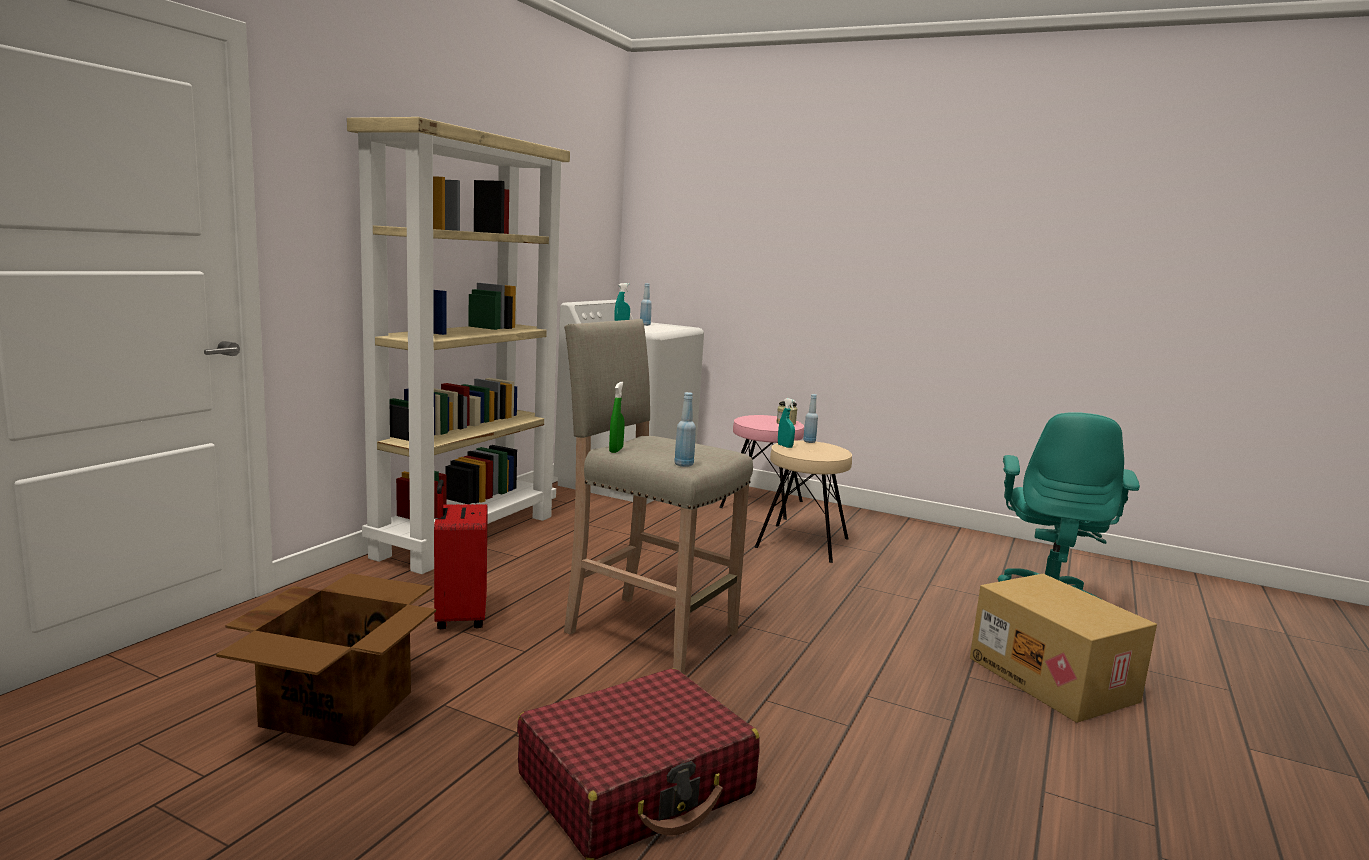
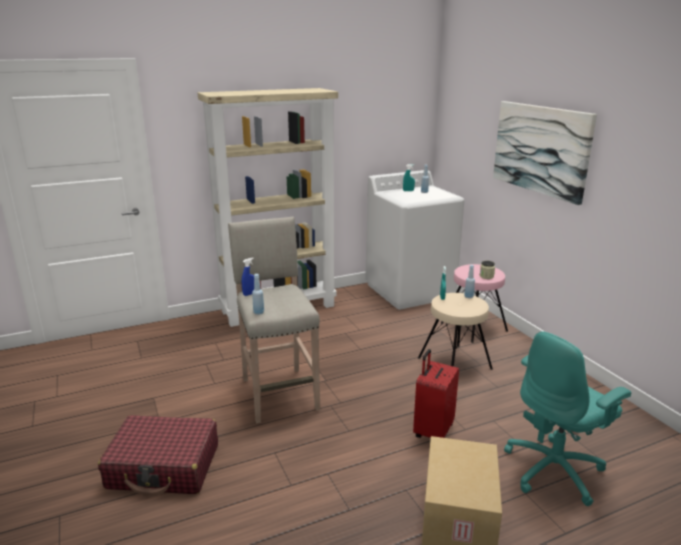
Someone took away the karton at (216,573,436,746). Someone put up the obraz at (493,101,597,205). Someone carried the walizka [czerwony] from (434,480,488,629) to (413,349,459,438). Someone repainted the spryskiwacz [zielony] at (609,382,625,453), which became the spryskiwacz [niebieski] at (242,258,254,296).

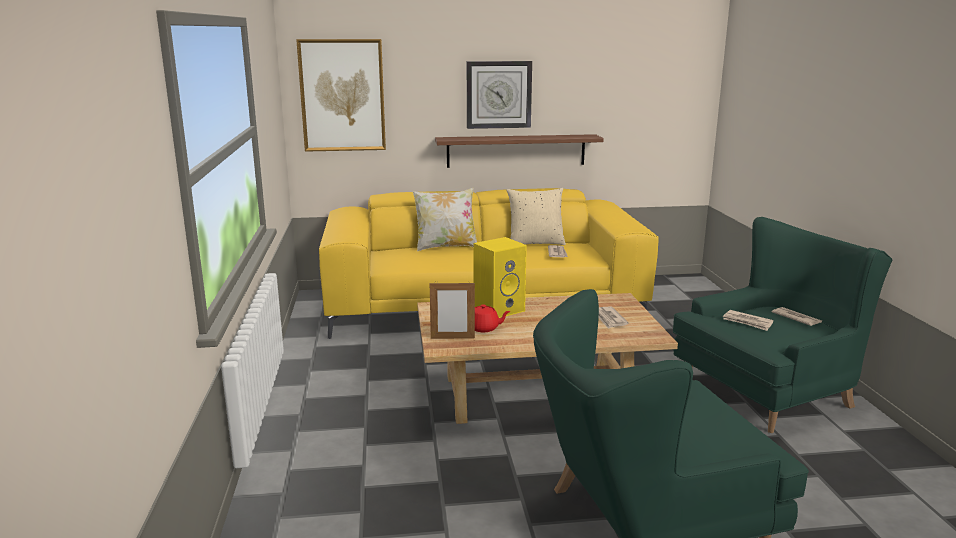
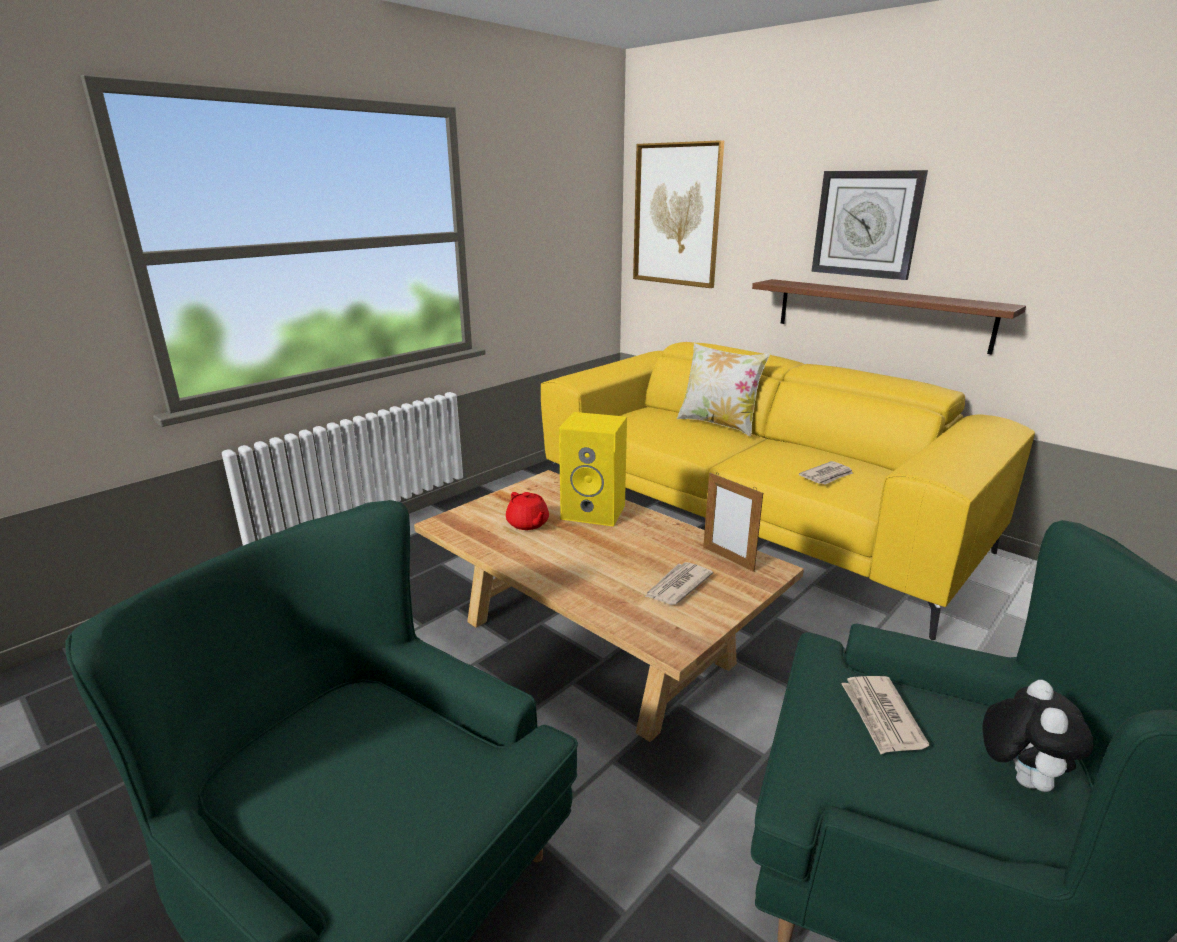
Someone took away the poduszka [beżowy] at (507,188,566,245). Someone carried the ramka na zdjęcie from (430,281,475,339) to (703,472,763,572). Someone swapped the gazeta at (772,307,822,326) for the pluszak at (982,680,1094,792).

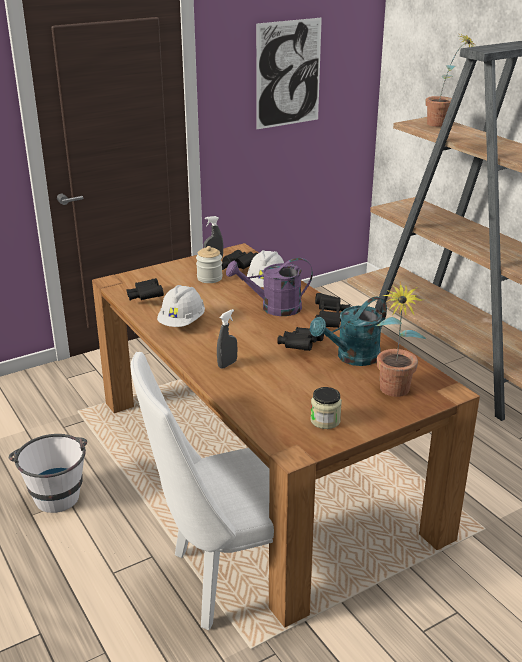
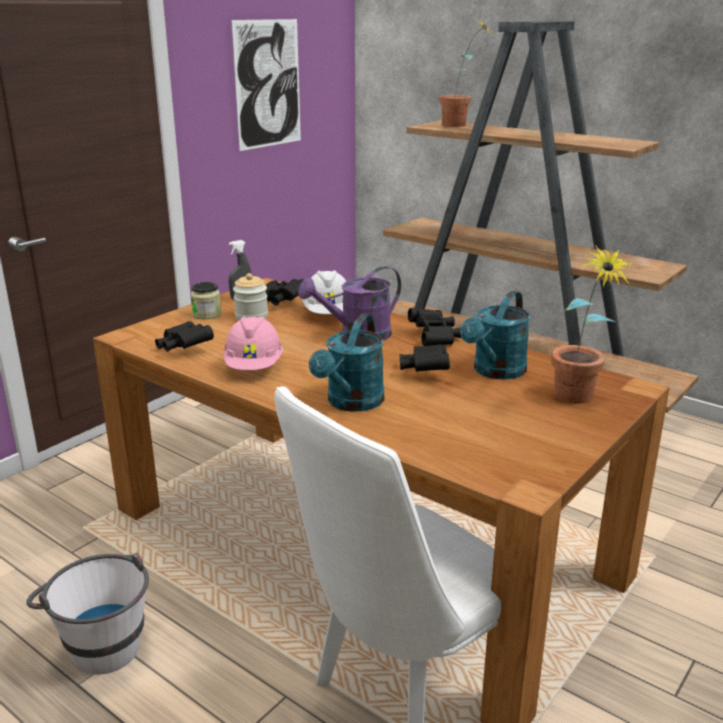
Someone carried the słoik from (311,387,342,429) to (191,282,221,319). Someone swapped the spryskiwacz [szary] at (217,309,237,369) for the konewka [turkusowy] at (309,314,384,411). Someone repainted the kask [biały] at (157,285,205,327), which became the kask [różowy] at (223,316,283,370).

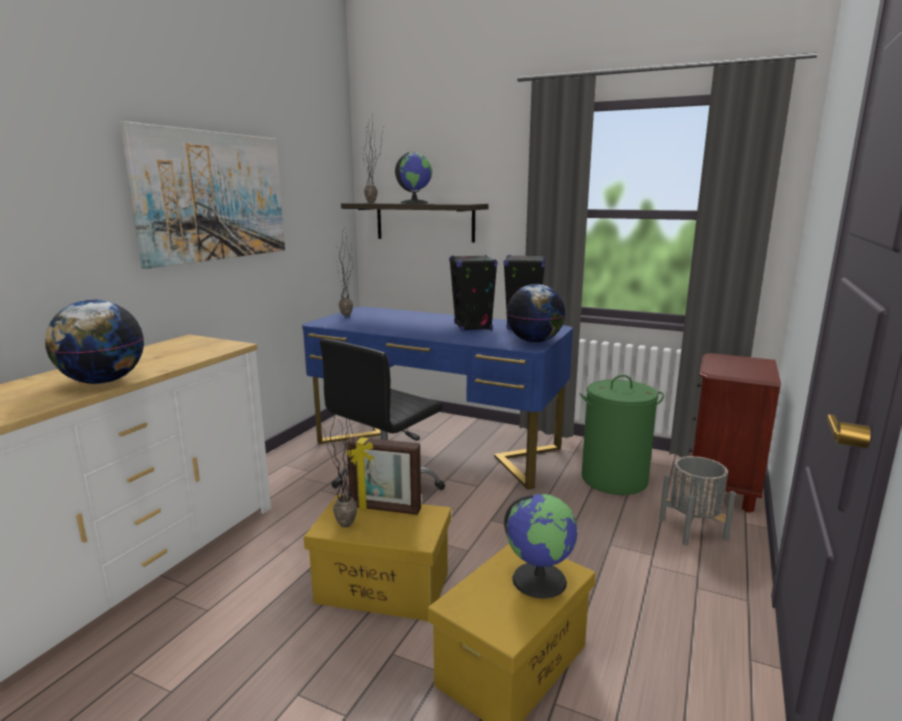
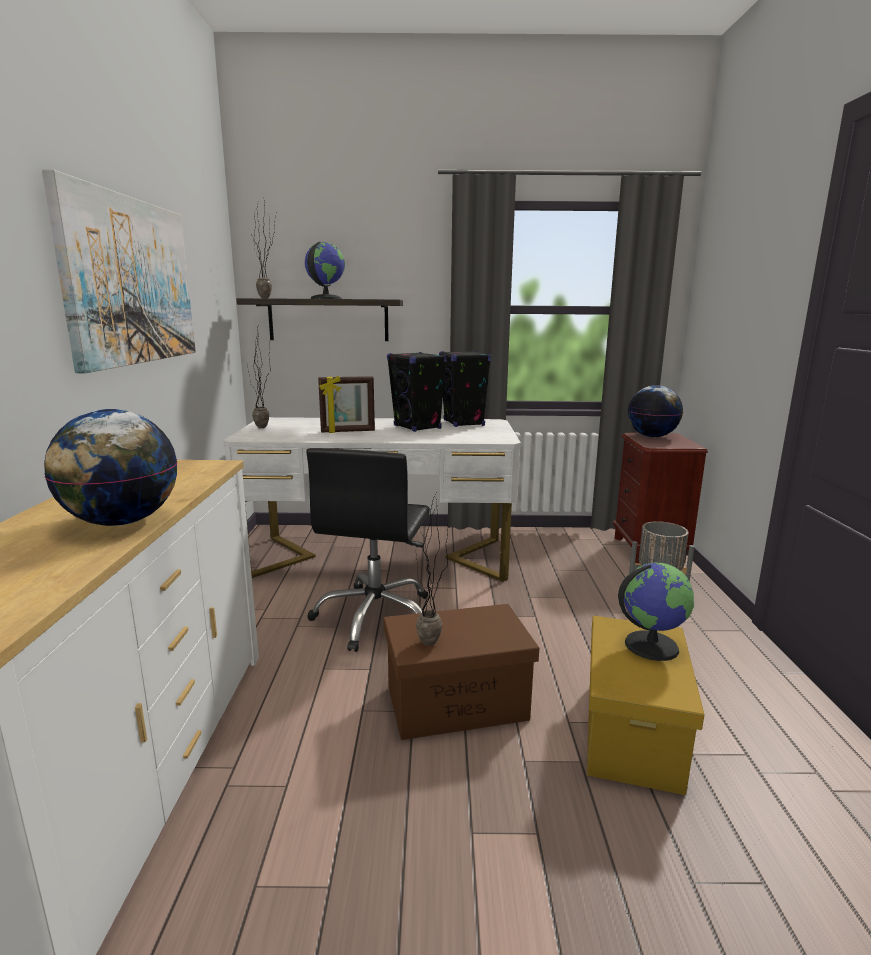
Someone took away the kosz na pranie [zielony] at (579,375,664,495). Someone carried the ramka na zdjęcie from (346,437,421,515) to (318,376,375,433). Someone carried the globus from (506,284,566,343) to (628,385,683,437). Someone repainted the biurko [niebieski] at (302,306,573,490), which became the biurko [biały] at (223,417,521,582). Someone repainted the pojemnik do przechowywania [żółty] at (304,495,451,621), which became the pojemnik do przechowywania [brązowy] at (384,604,539,740).

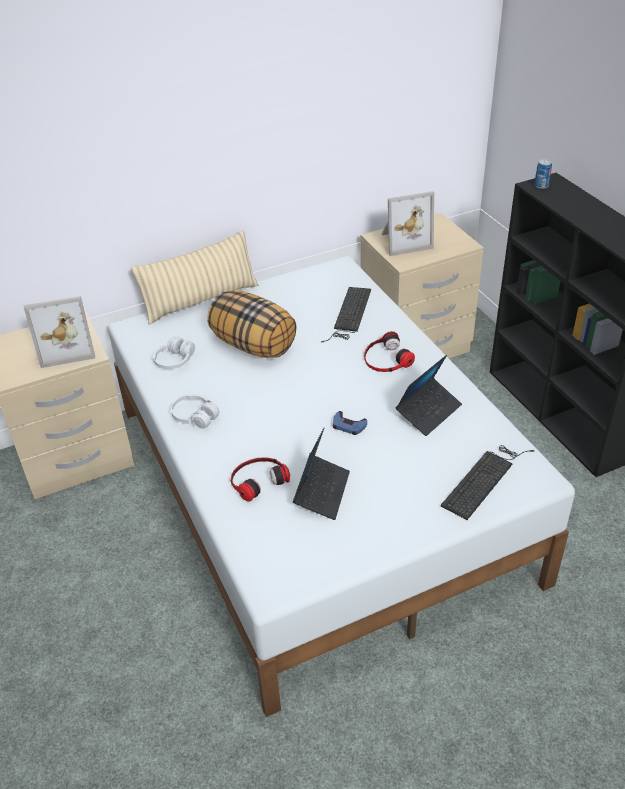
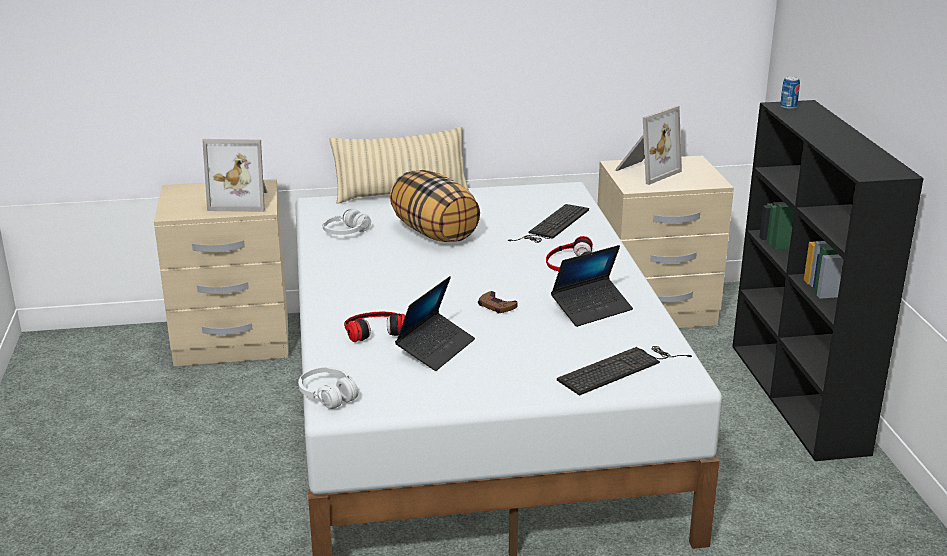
Someone carried the słuchawki [biały] from (171,394,219,429) to (298,367,358,409). Someone repainted the pad do gier [niebieski] at (332,411,367,435), which became the pad do gier [brązowy] at (478,291,518,313). Someone rotated the ramka na zdjęcie at (382,191,434,256) by 45 degrees counterclockwise.

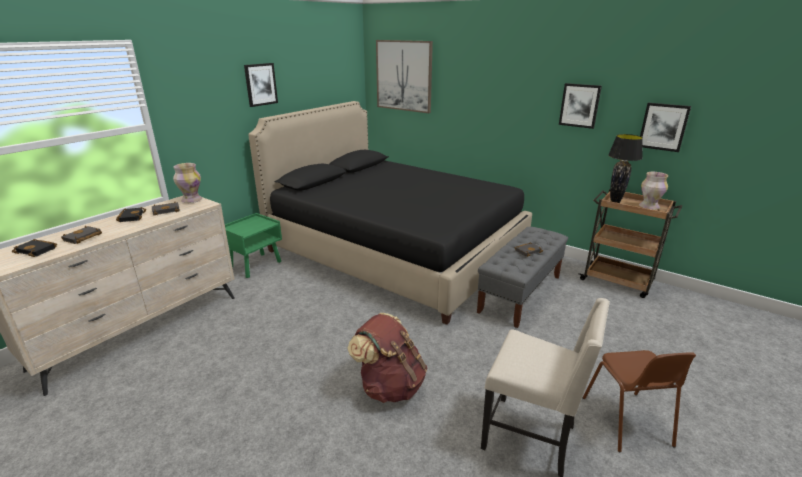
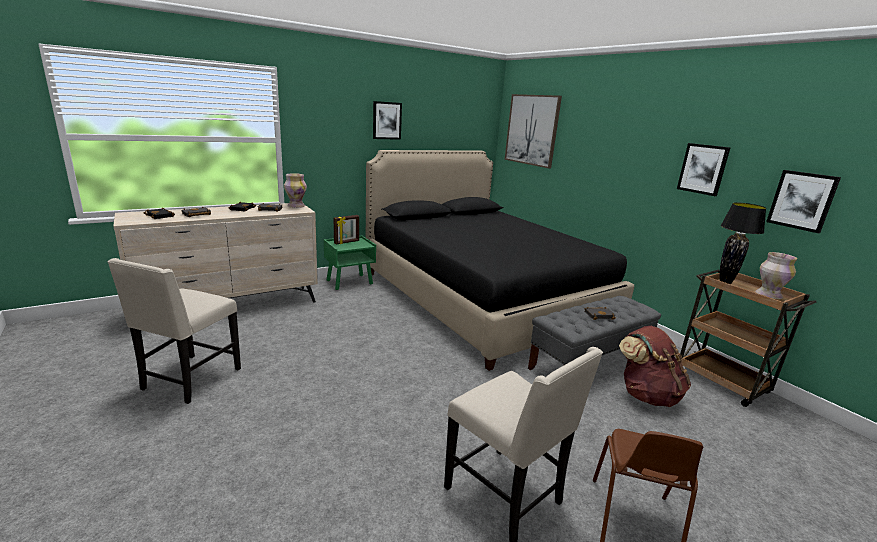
Someone put down the krzesło [beżowy] at (107,258,241,404). Someone put down the ramka na zdjęcie at (334,215,359,244). Someone carried the plecak [brązowy] from (347,313,427,403) to (619,326,691,407).

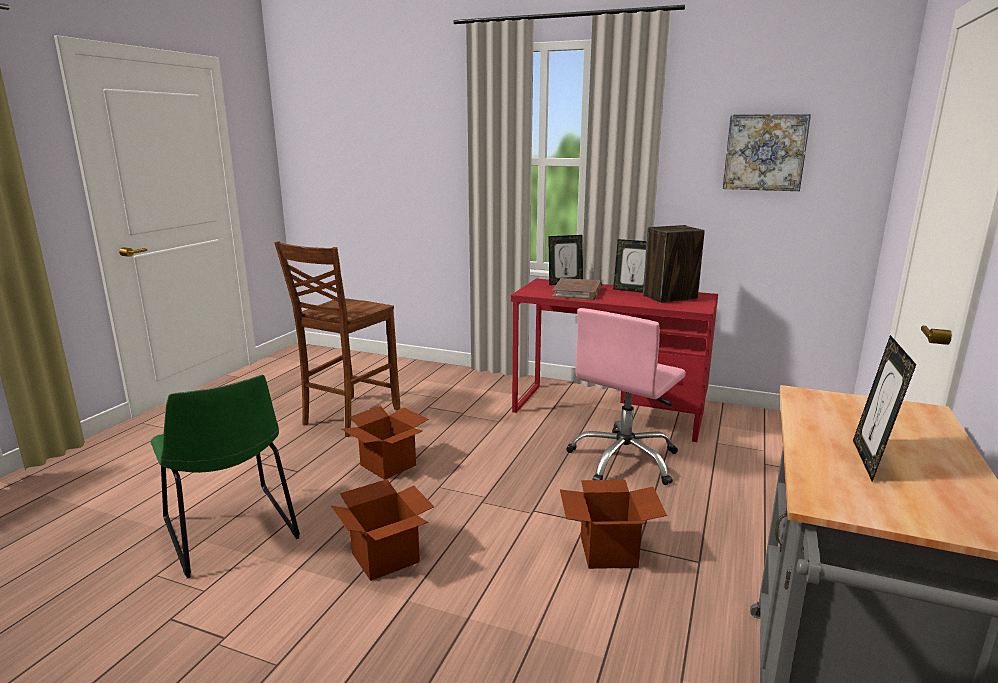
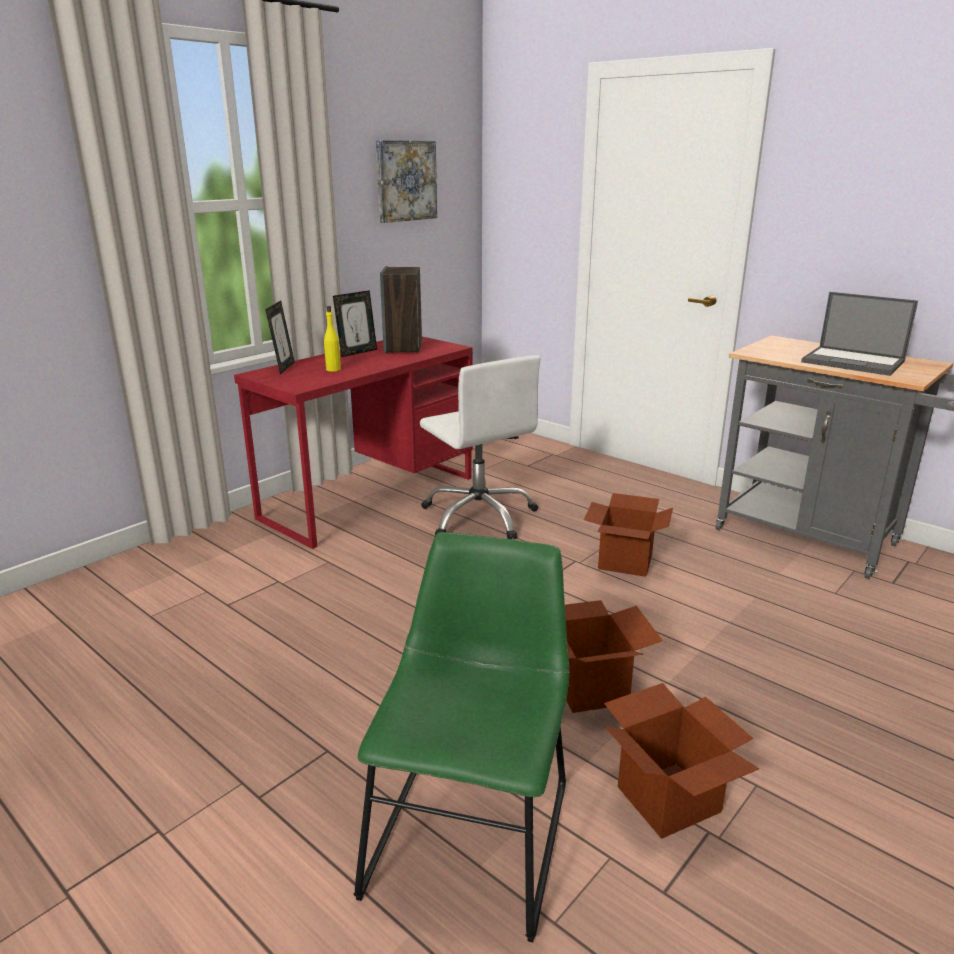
Someone took away the krzesło [brązowy] at (274,241,400,437). Someone carried the karton from (341,406,429,480) to (604,683,759,839). Someone swapped the książka [brązowy] at (553,278,602,300) for the butelka [żółty] at (324,306,341,372). Someone swapped the ramka na zdjęcie at (853,335,916,482) for the laptop at (801,292,918,376). Someone repainted the krzesło biurowe [różowy] at (566,308,686,485), which became the krzesło biurowe [biały] at (420,355,540,539). Someone rotated the krzesło [zielony] at (151,375,300,578) by 60 degrees counterclockwise.

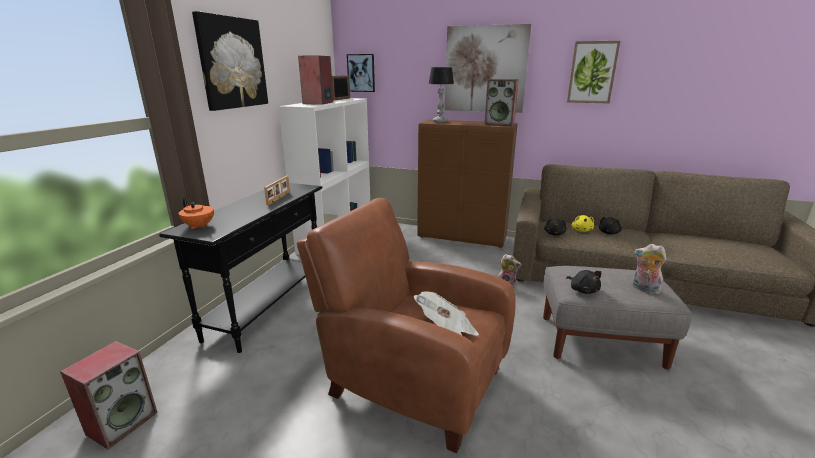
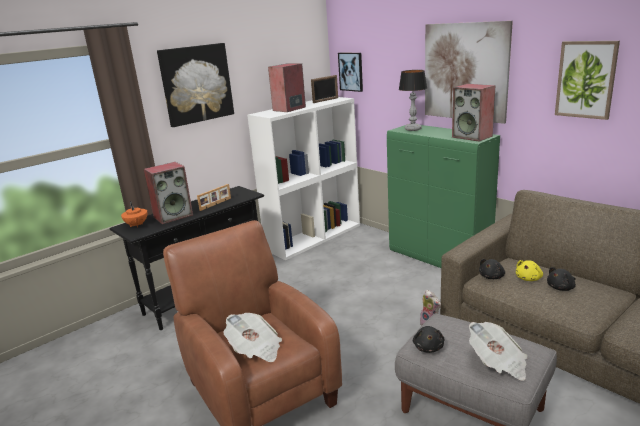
Someone carried the głośnik from (60,341,158,450) to (144,162,193,224). Someone swapped the pluszak at (632,244,667,294) for the gazeta at (469,322,527,381). Someone repainted the szafka [brązowy] at (417,119,518,248), which became the szafka [zielony] at (387,125,500,268).

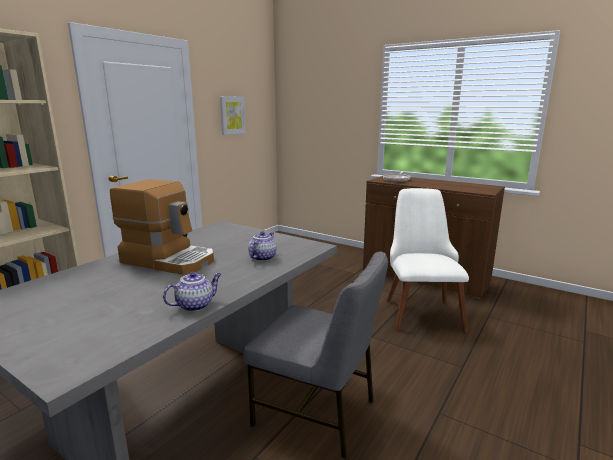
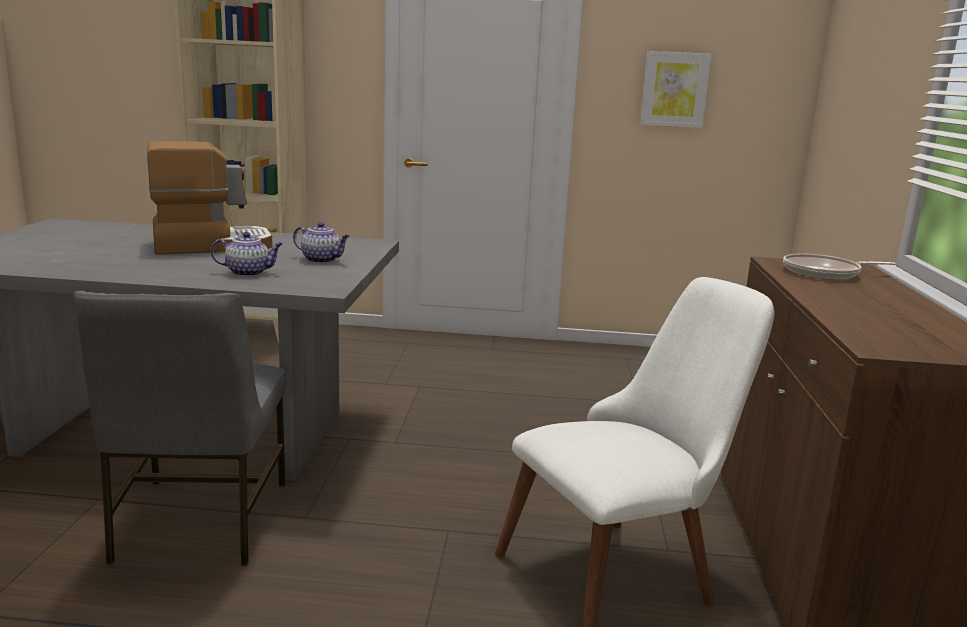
Someone carried the imbryk from (163,272,221,312) to (293,222,350,263). Someone rotated the ekspres do kawy at (110,179,214,275) by 105 degrees counterclockwise.

